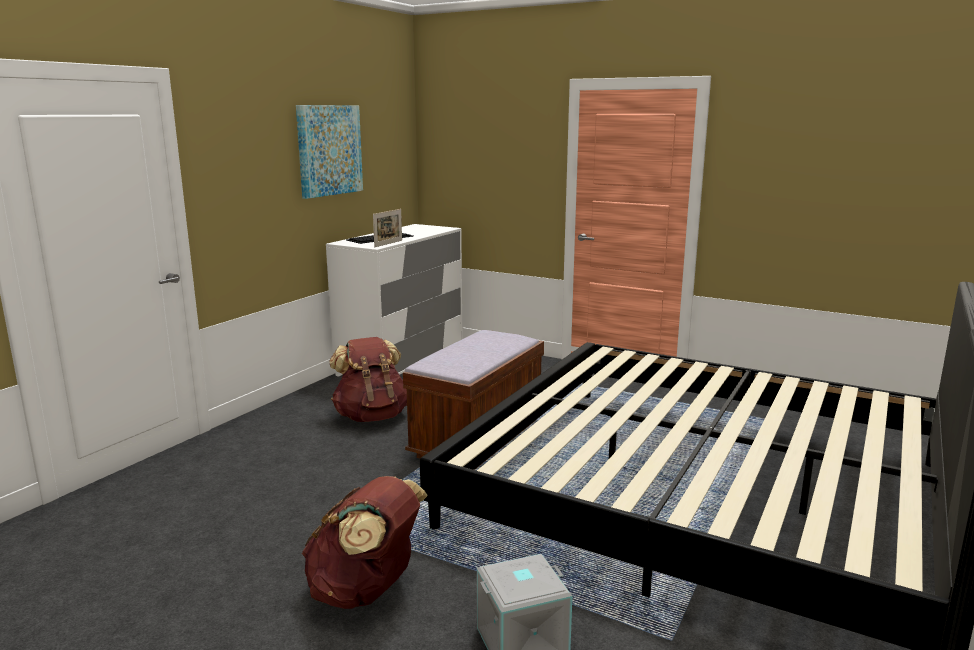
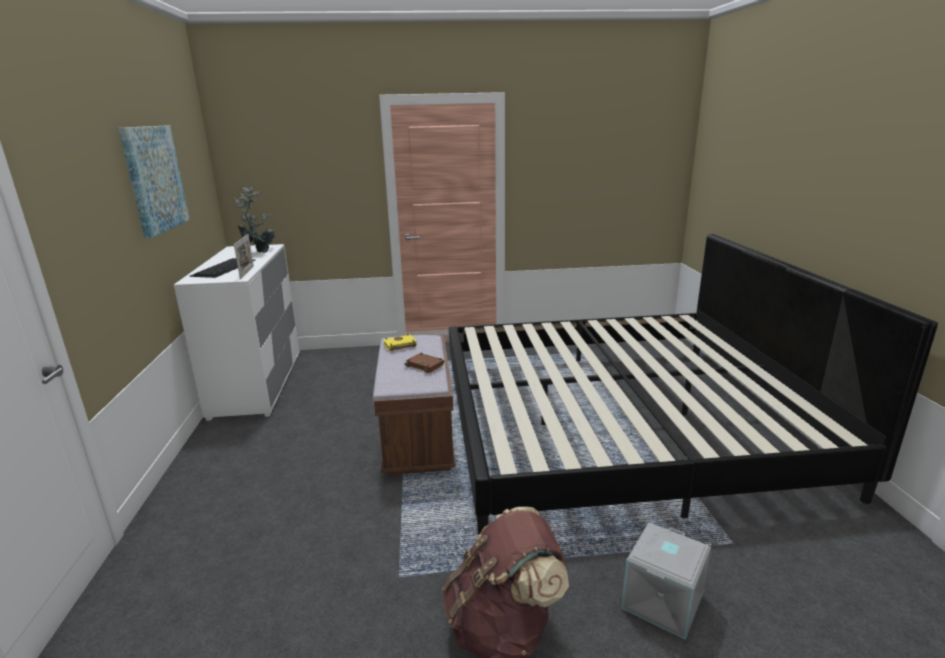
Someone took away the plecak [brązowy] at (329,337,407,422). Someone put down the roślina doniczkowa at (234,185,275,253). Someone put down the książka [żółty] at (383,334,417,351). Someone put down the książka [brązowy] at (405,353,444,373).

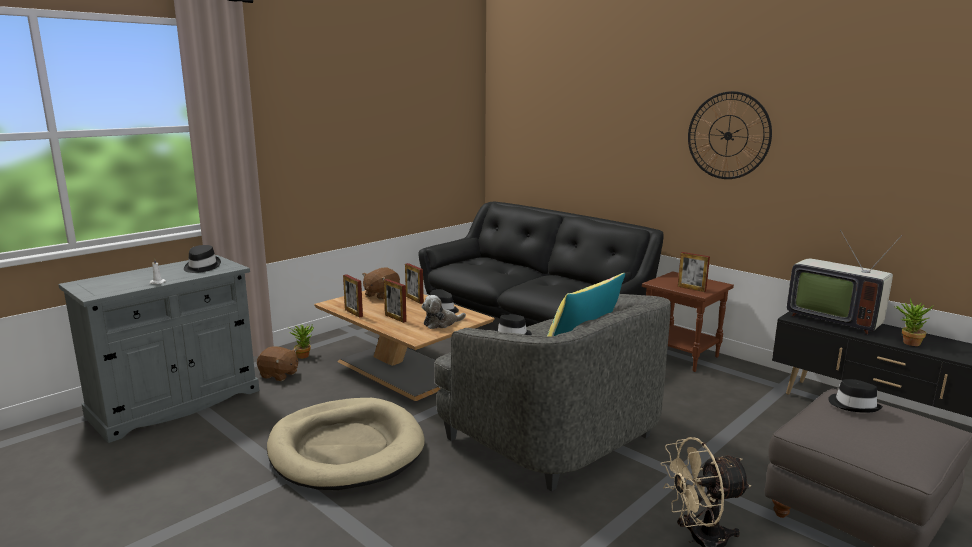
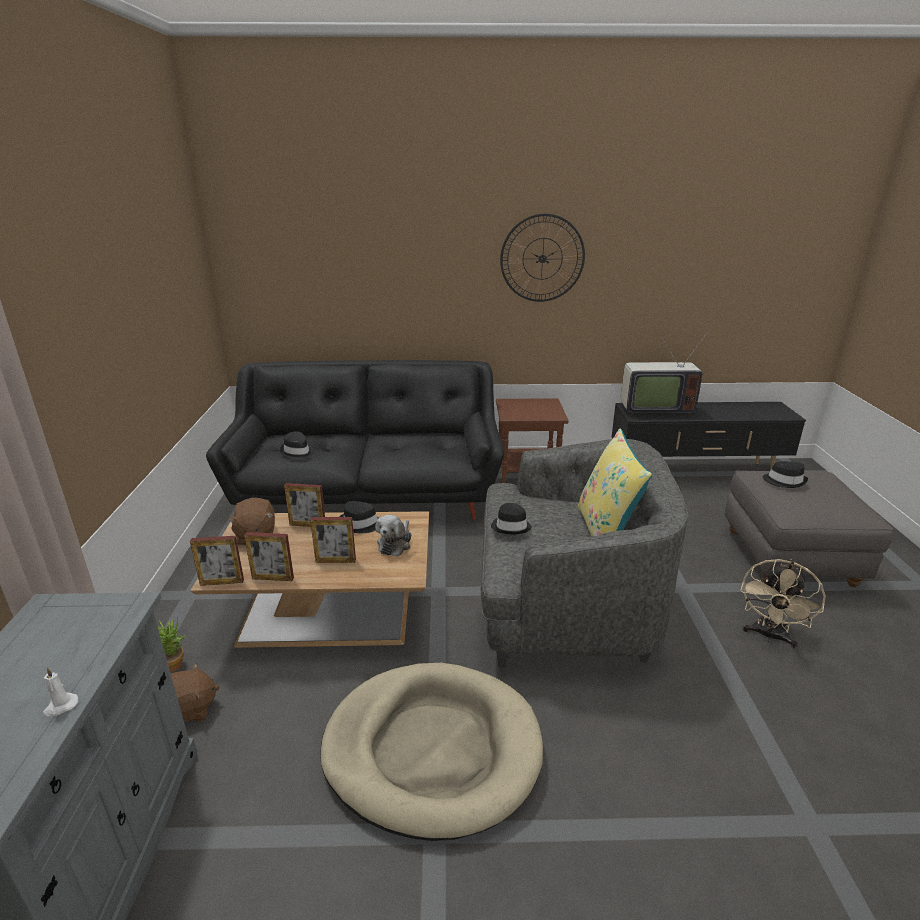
Someone took away the roślina doniczkowa at (895,298,934,346). Someone carried the kapelusz [czarny] from (184,245,221,273) to (280,431,314,460). Someone carried the ramka na zdjęcie from (678,252,710,292) to (190,536,244,586).

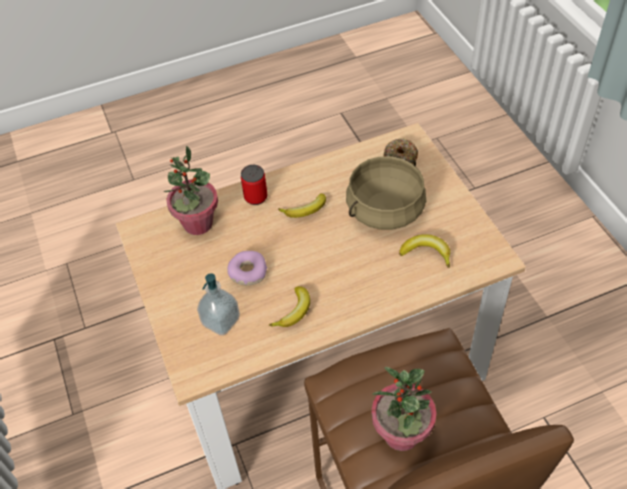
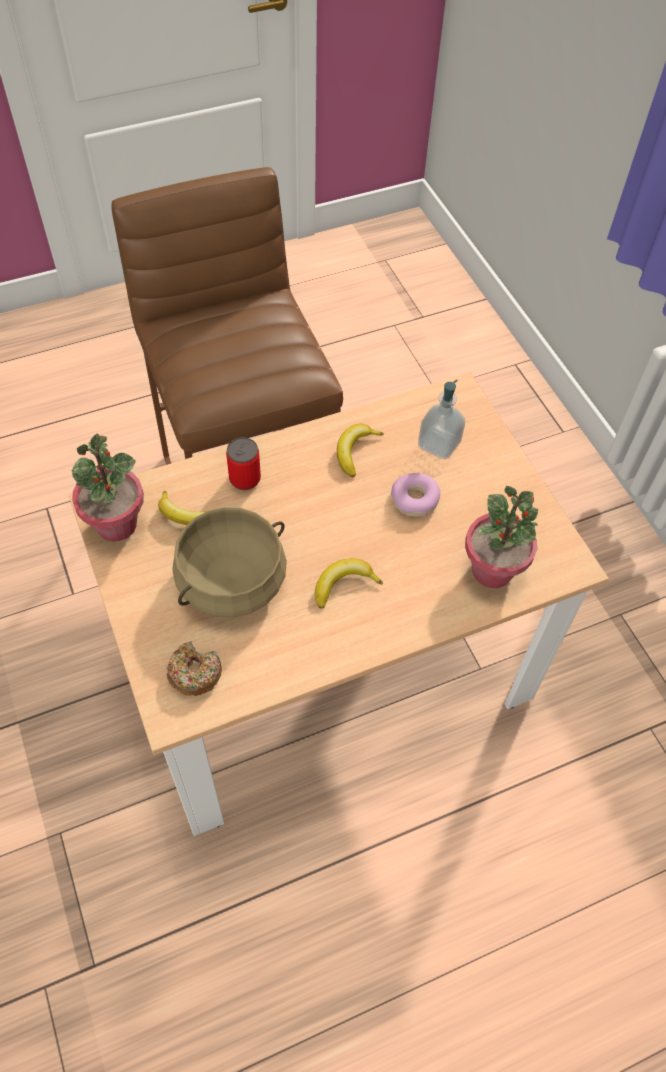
Someone carried the puszka from (241,165,268,205) to (226,437,261,490). Someone carried the roślina doniczkowa from (371,367,436,451) to (72,434,144,541).

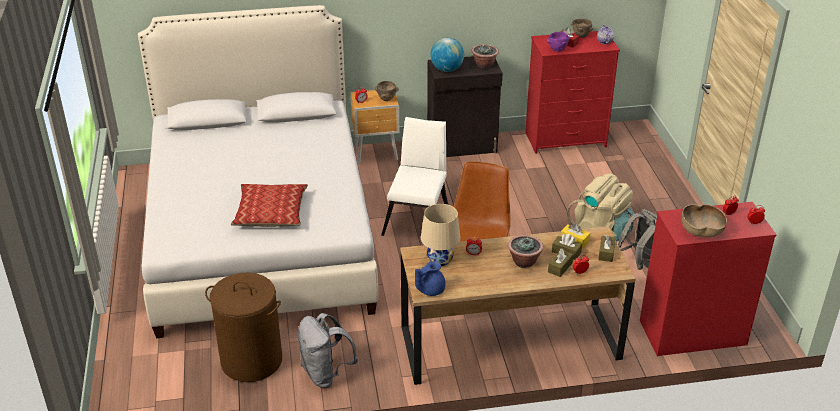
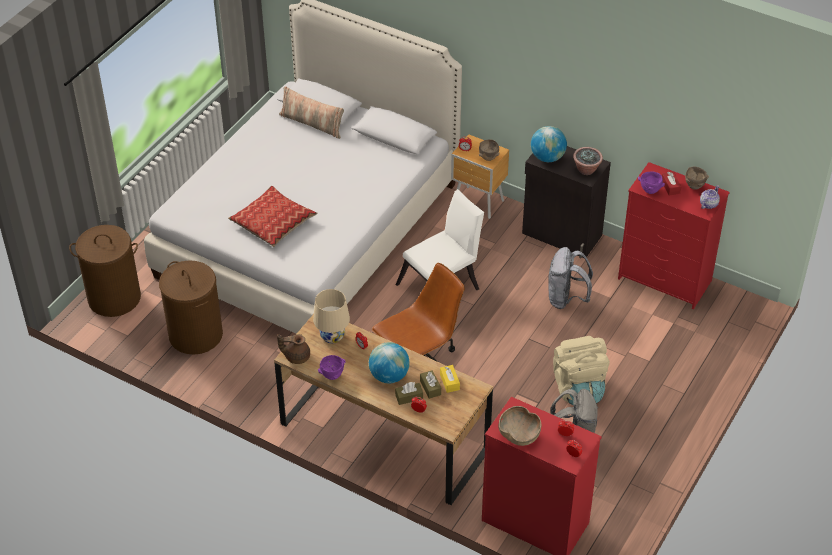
Someone took away the pudełko chusteczek [brązowy] at (598,234,615,262). Someone put down the kosz na pranie [brązowy] at (69,225,141,317). Someone put down the poduszka at (279,86,344,139). Someone put down the miska [fioletowy] at (318,355,346,380). Someone carried the plecak [szary] from (298,313,358,388) to (548,247,593,309). Someone swapped the roślina doniczkowa at (508,235,543,268) for the globus at (369,342,410,383). Someone repainted the imbryk [niebieski] at (415,261,446,296), which became the imbryk [brązowy] at (277,334,310,364).

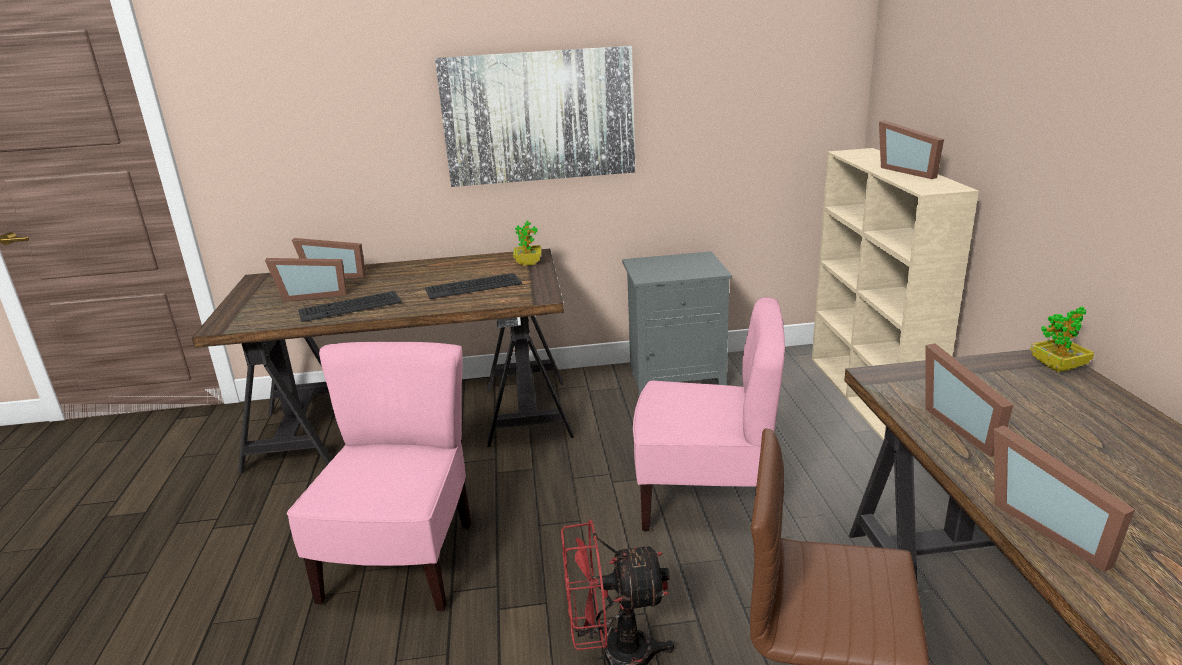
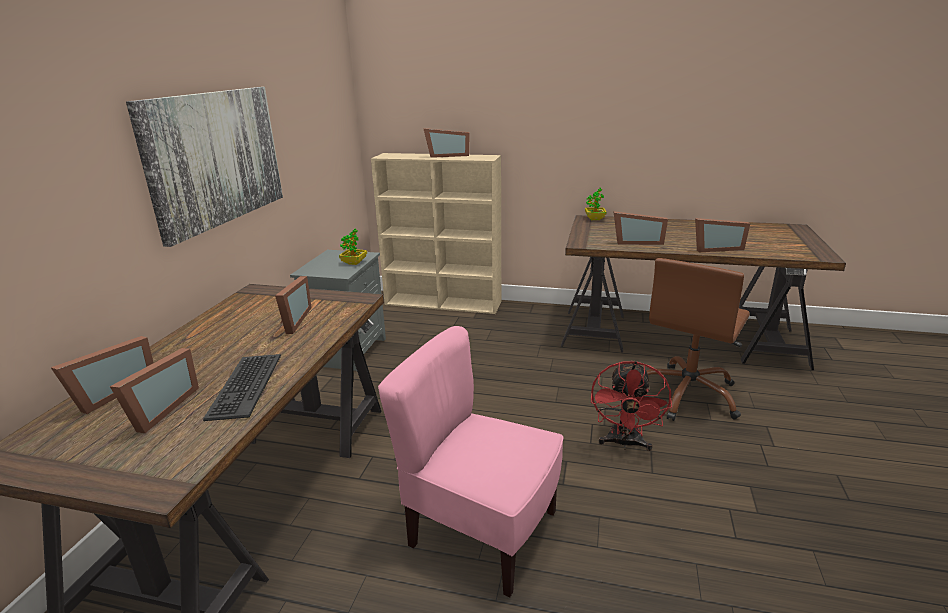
Someone took away the krzesło [różowy] at (633,297,785,532). Someone carried the roślina doniczkowa from (513,221,542,266) to (339,228,367,265). Someone swapped the klawiatura at (425,273,522,299) for the ramka na zdjęcie at (275,276,312,334).

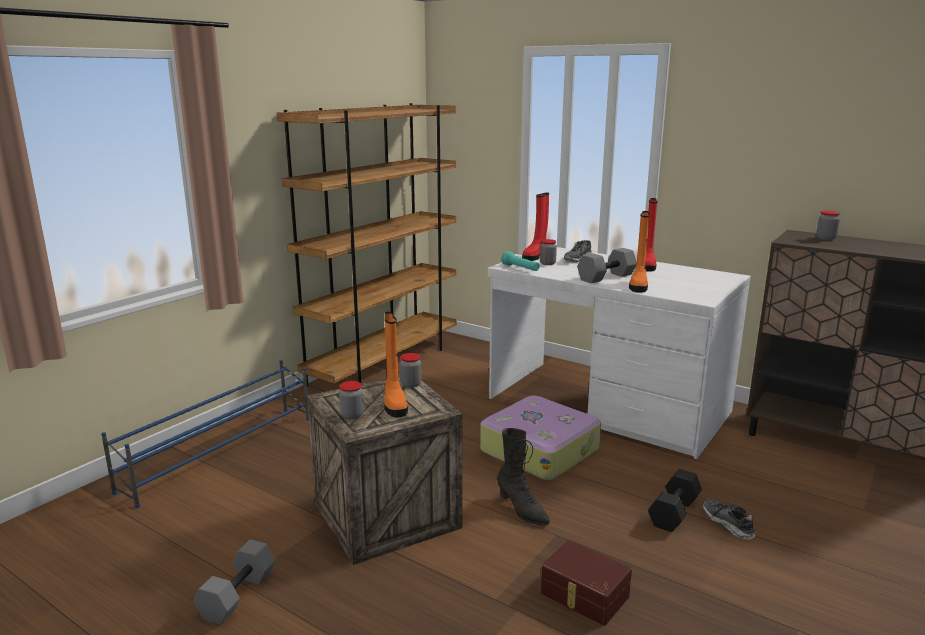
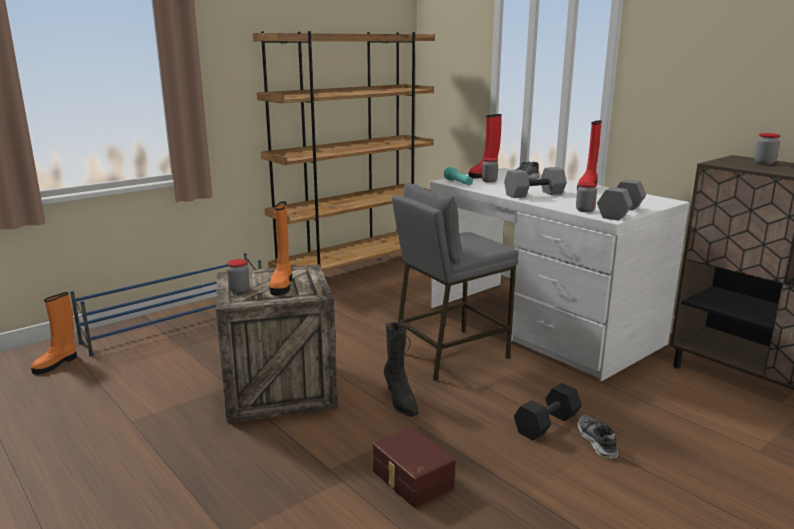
Someone carried the hantel [szary] from (193,540,276,625) to (597,179,646,220). Someone carried the słoik from (400,353,422,388) to (576,182,597,212). Someone carried the but z cholewką [pomarańczowy] from (629,211,650,293) to (31,292,77,375). Someone swapped the walizka at (480,395,601,480) for the stołek [szary] at (392,182,518,381).

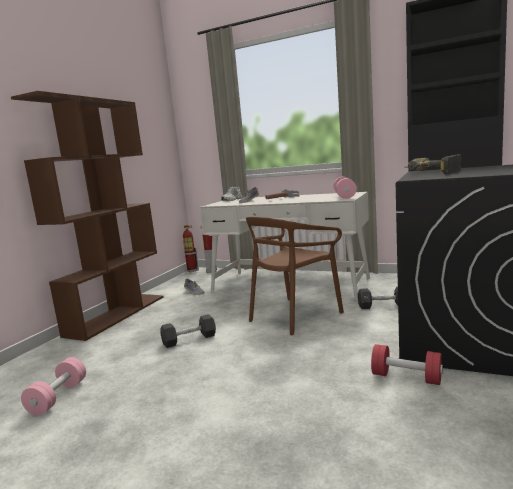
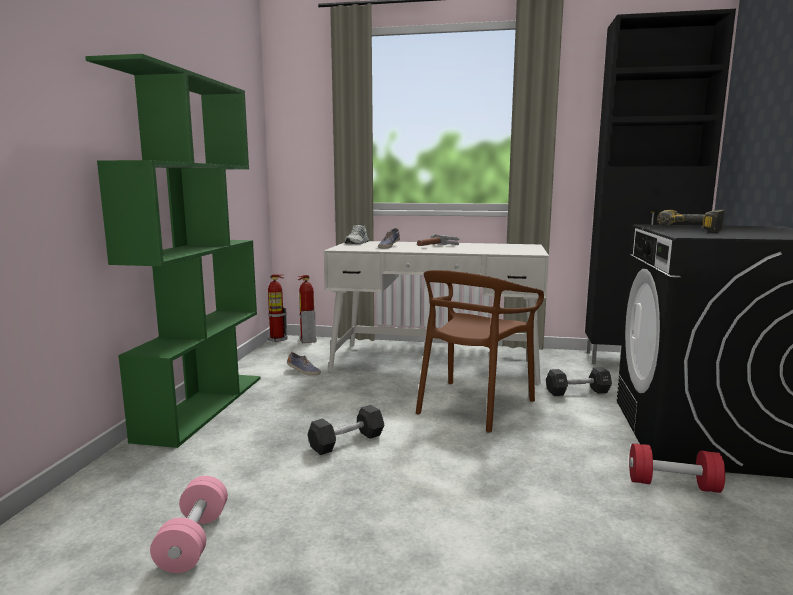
Someone took away the hantel [różowy] at (333,177,357,199). Someone repainted the regał [brązowy] at (11,91,164,341), which became the regał [zielony] at (85,54,261,448).

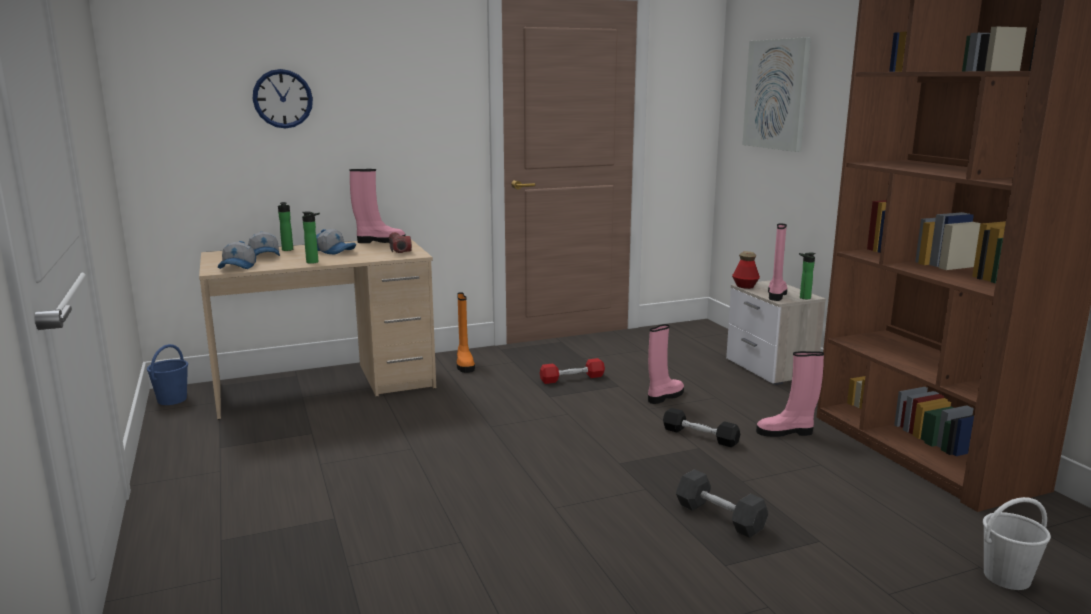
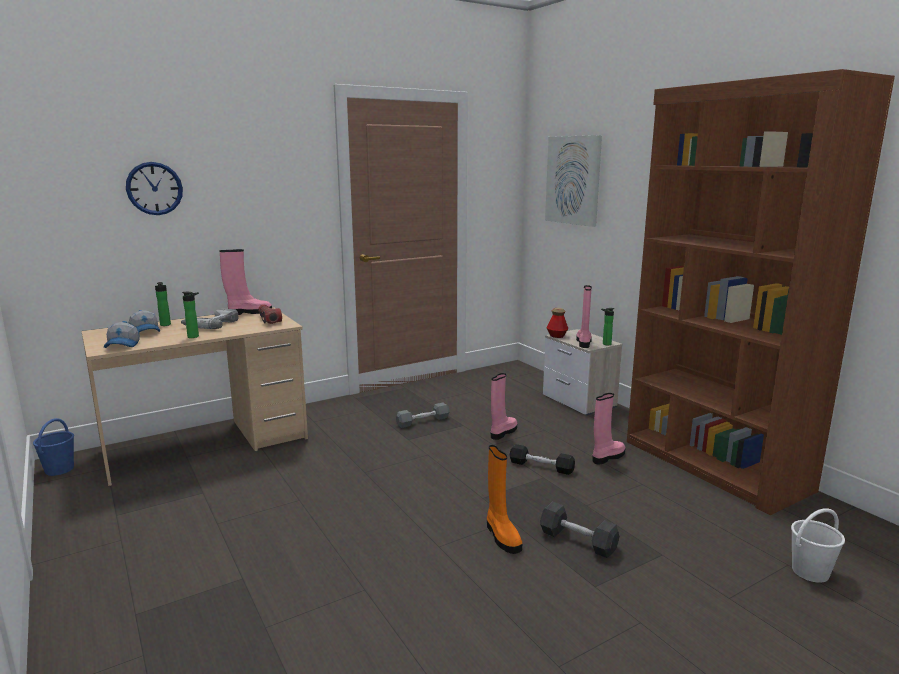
Someone carried the but z cholewką [pomarańczowy] from (457,292,475,373) to (487,445,522,554). Someone swapped the czapka z daszkiem at (316,229,356,255) for the wiertarka at (181,309,239,329). Someone repainted the hantel [czerwony] at (540,358,605,384), which became the hantel [szary] at (396,403,450,428). Someone rotated the but z cholewką [różowy] at (756,351,824,437) by 150 degrees clockwise.

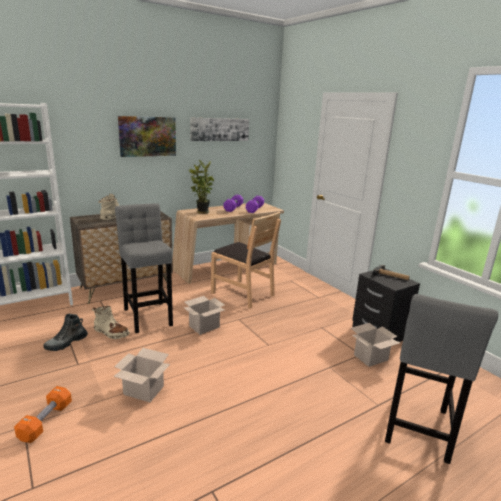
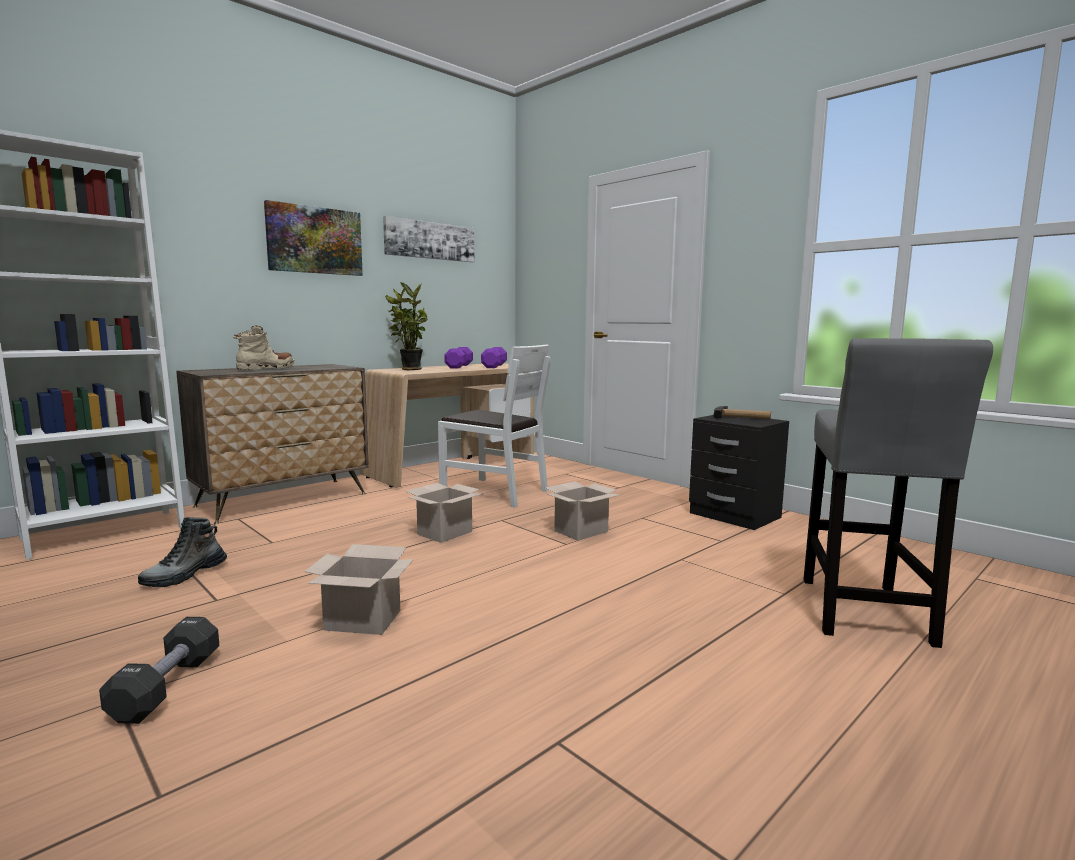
Someone took away the but z cholewką [beżowy] at (92,305,130,339). Someone took away the stołek [szary] at (115,204,173,333). Someone carried the karton from (351,323,400,367) to (545,481,621,541). Someone repainted the hantel [pomarańczowy] at (14,386,72,443), which became the hantel [czarny] at (99,617,219,724). Someone repainted the krzesło [brązowy] at (211,212,281,309), which became the krzesło [biały] at (438,344,551,507).

